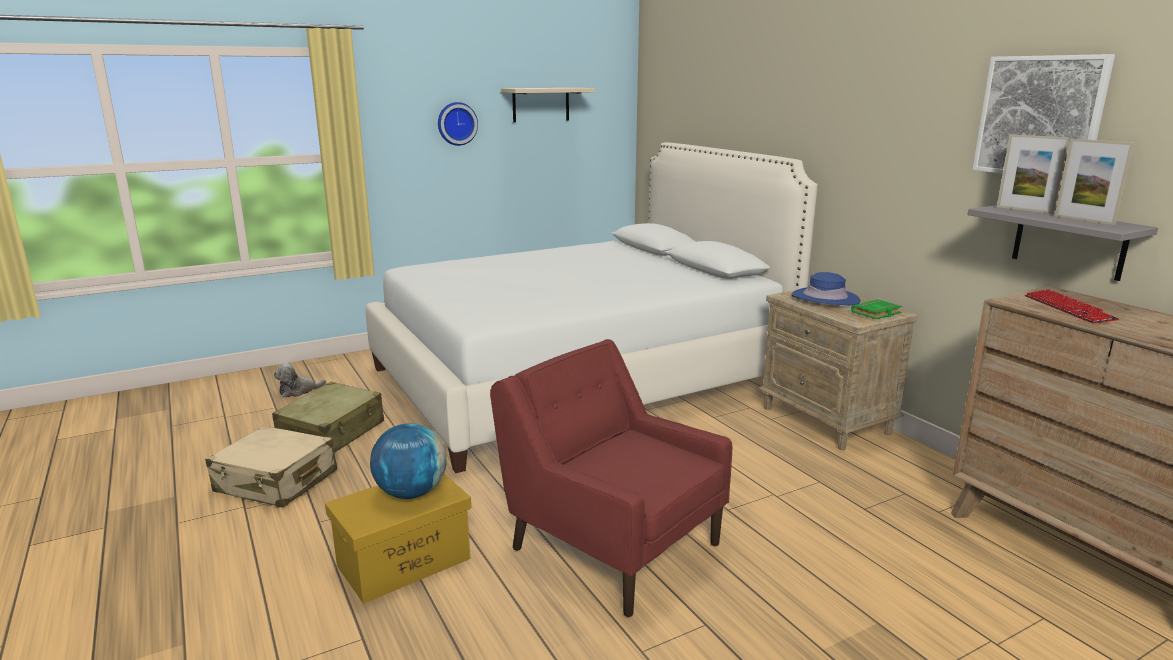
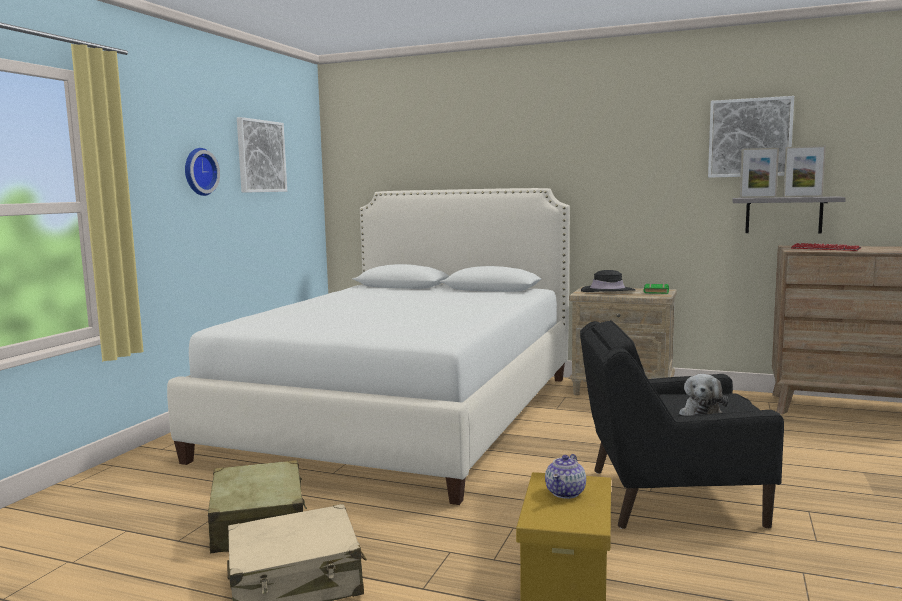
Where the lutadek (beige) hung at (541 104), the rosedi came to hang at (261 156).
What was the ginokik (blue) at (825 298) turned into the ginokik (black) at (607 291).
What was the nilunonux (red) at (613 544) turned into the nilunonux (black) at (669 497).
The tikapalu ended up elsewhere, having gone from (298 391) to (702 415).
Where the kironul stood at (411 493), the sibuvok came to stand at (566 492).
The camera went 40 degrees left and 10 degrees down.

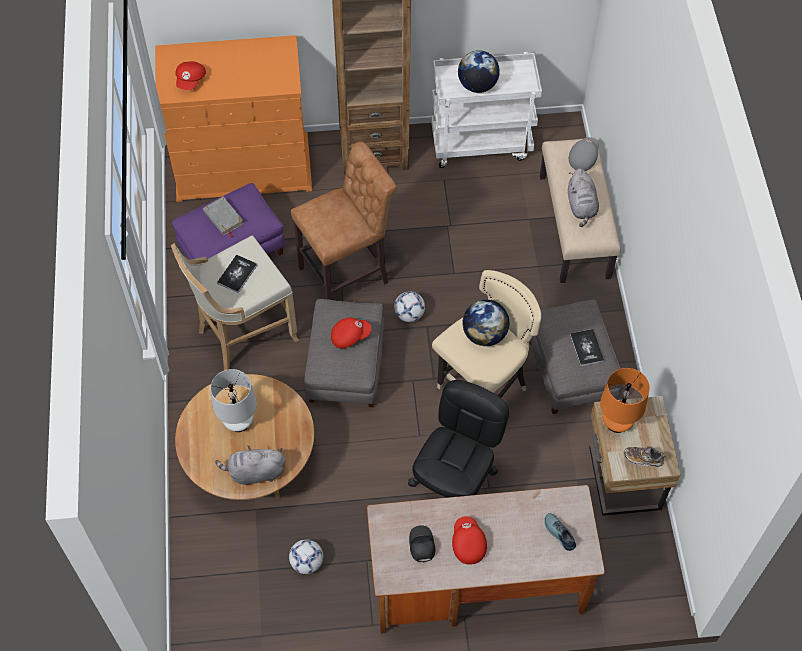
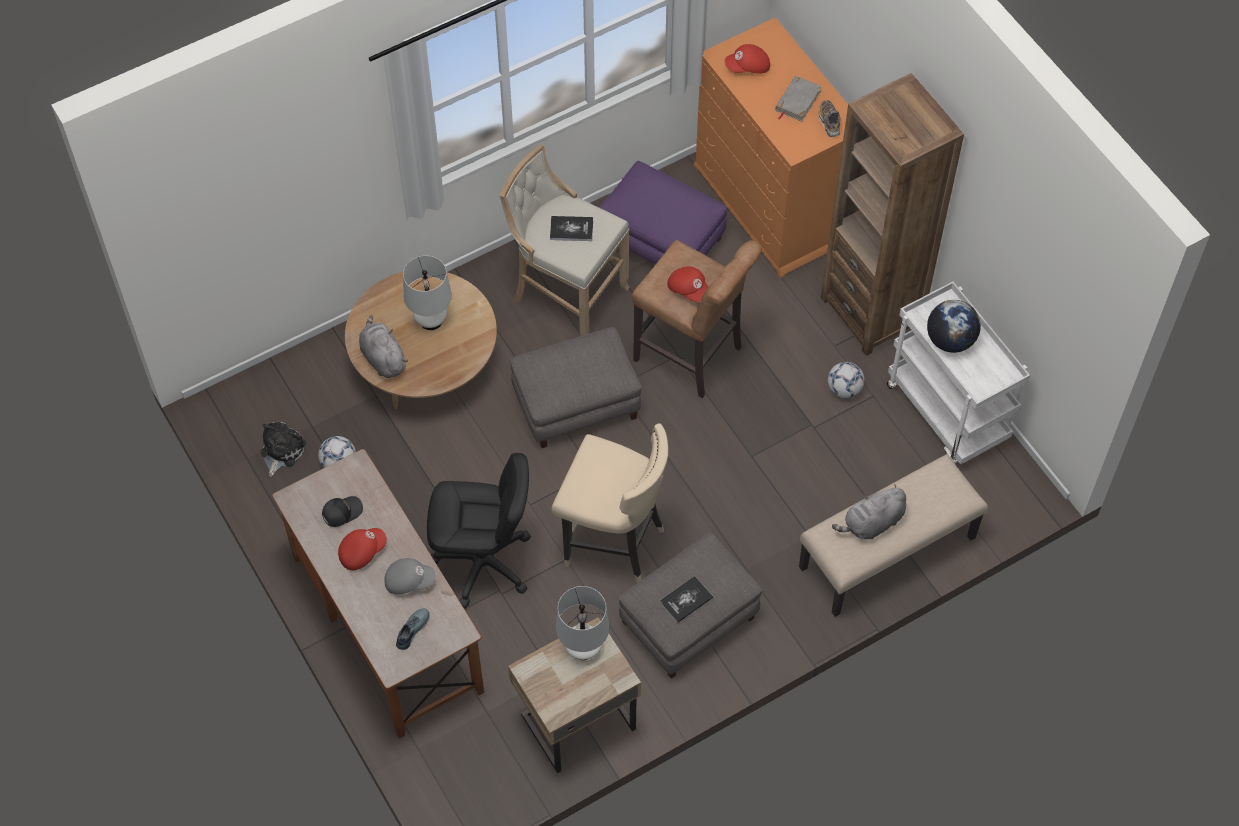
The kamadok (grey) ended up elsewhere, having gone from (583 158) to (409 581).
The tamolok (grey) ended up elsewhere, having gone from (223 218) to (797 101).
The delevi ended up elsewhere, having gone from (409 314) to (844 389).
The second view lost the kironul at (484 334).
The kamadok (red) ended up elsewhere, having gone from (350 336) to (689 289).
What was the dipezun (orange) at (617 422) turned into the dipezun (white) at (583 648).
The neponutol ended up elsewhere, having gone from (643 459) to (829 122).
The second view gained the tikapalu at (281 450).
The camera went 65 degrees right and 0 degrees up.

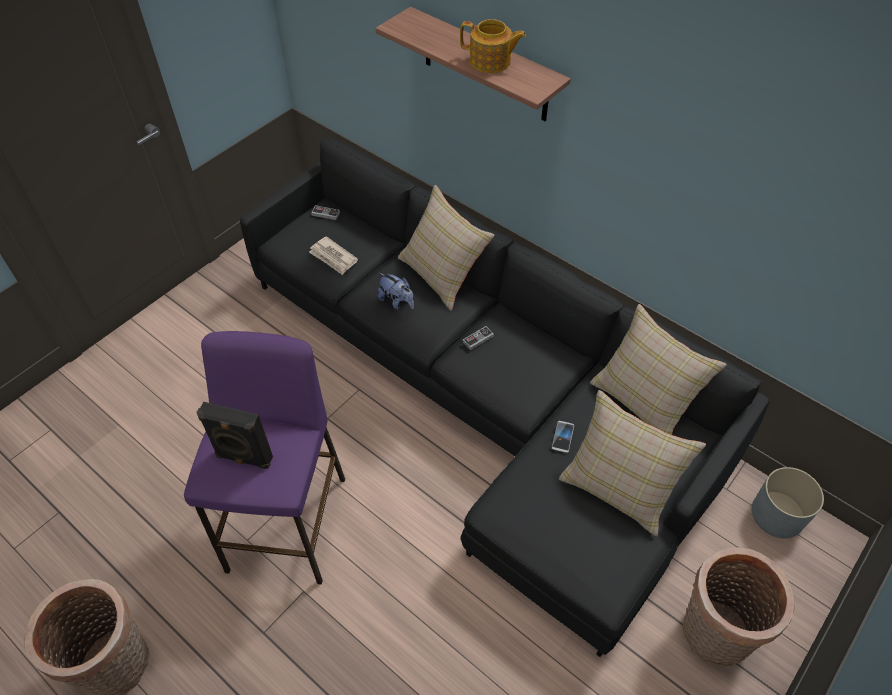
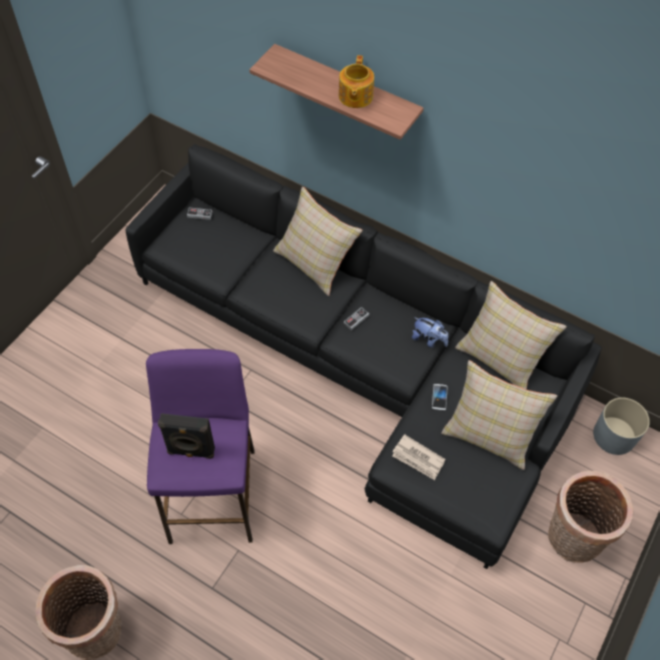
The sibuvok at (491 62) ended up facing another way, 90 degrees clockwise from before.
The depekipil ended up elsewhere, having gone from (333 257) to (418 459).
The tikapalu ended up elsewhere, having gone from (397 302) to (429 340).
The camera went 10 degrees left and 5 degrees up.

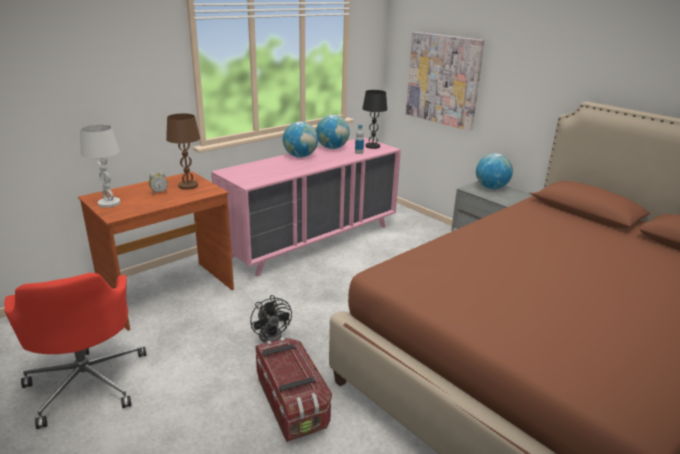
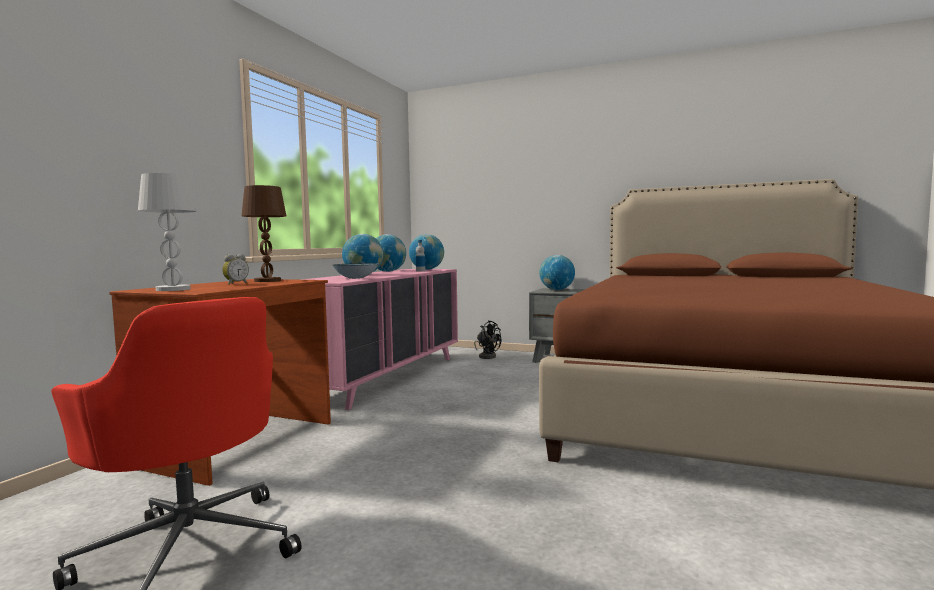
The second view lost the rosedi at (443 80).
Where the dipezun (black) stood at (372 146), the kironul came to stand at (427 269).
The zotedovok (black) ended up elsewhere, having gone from (273 333) to (487 356).
The second view lost the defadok at (291 402).
The second view gained the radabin at (355 278).
The camera went 25 degrees left and 20 degrees down.

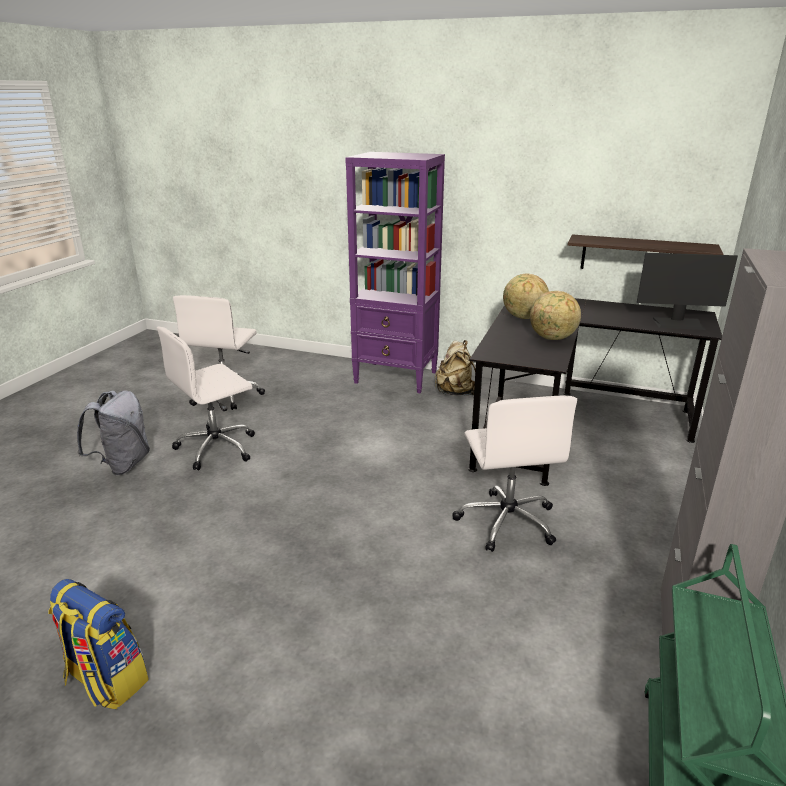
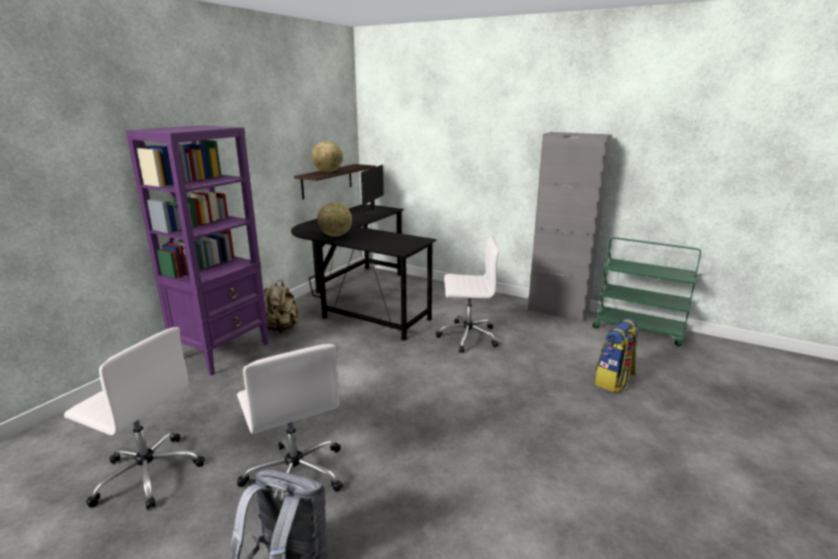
The kironul ended up elsewhere, having gone from (552 338) to (328 172).
The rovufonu ended up elsewhere, having gone from (105 681) to (614 381).
The camera went 80 degrees left and 5 degrees down.

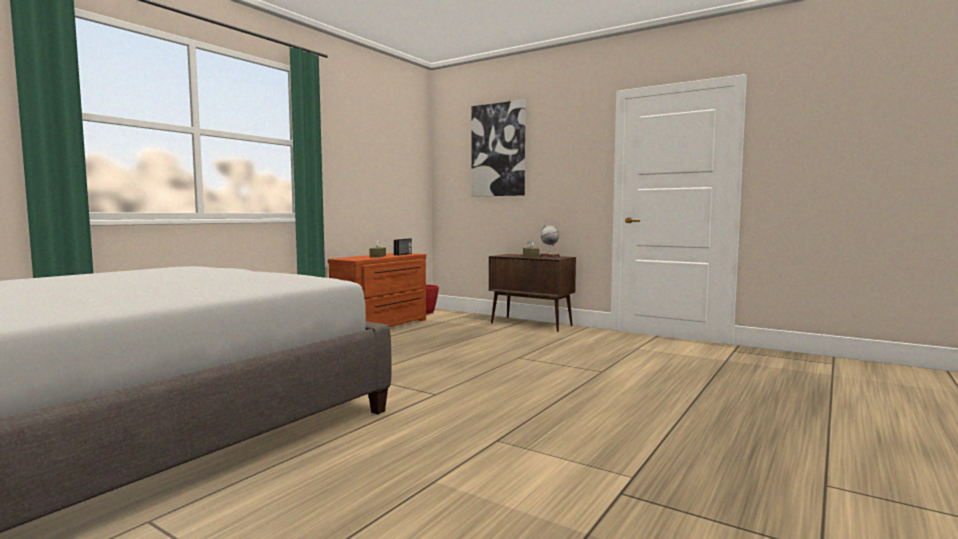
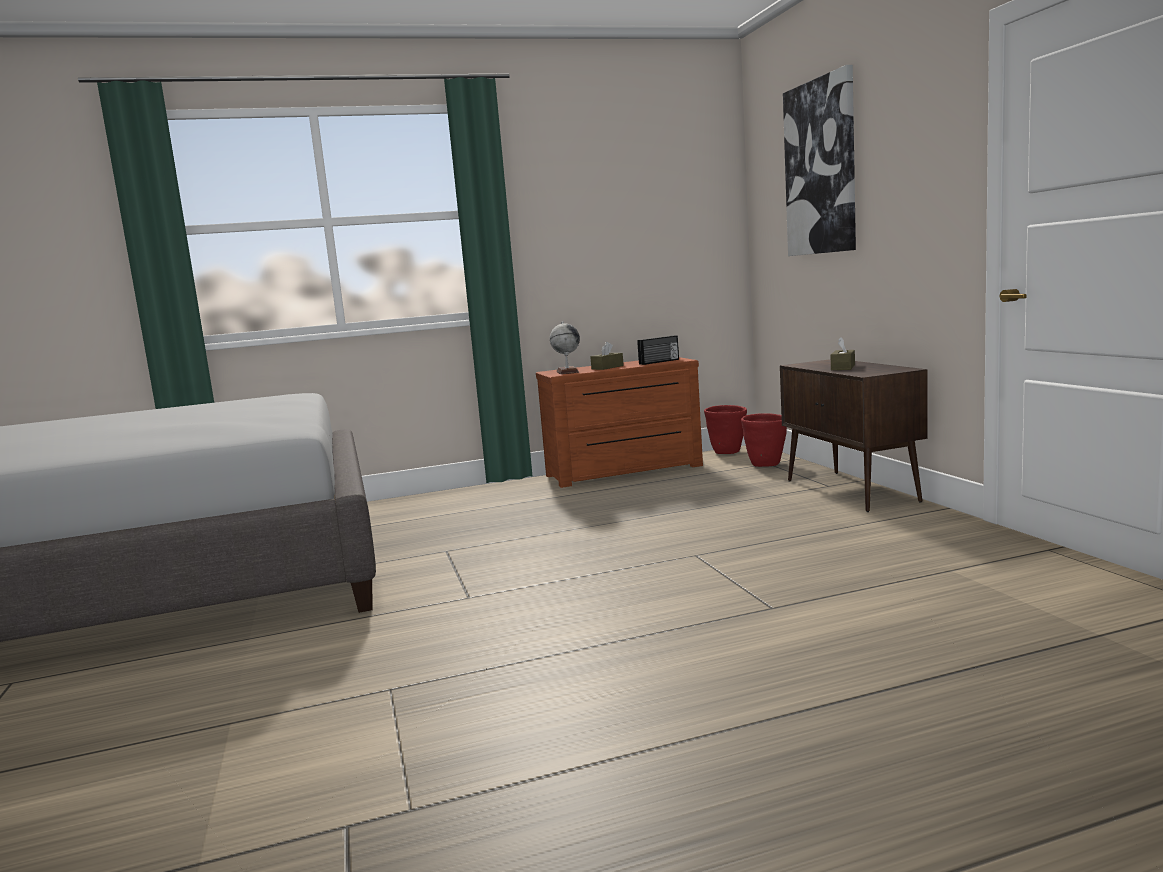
The kironul ended up elsewhere, having gone from (549 256) to (567 372).
The second view gained the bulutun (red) at (766 464).
The camera went 40 degrees right and 5 degrees up.

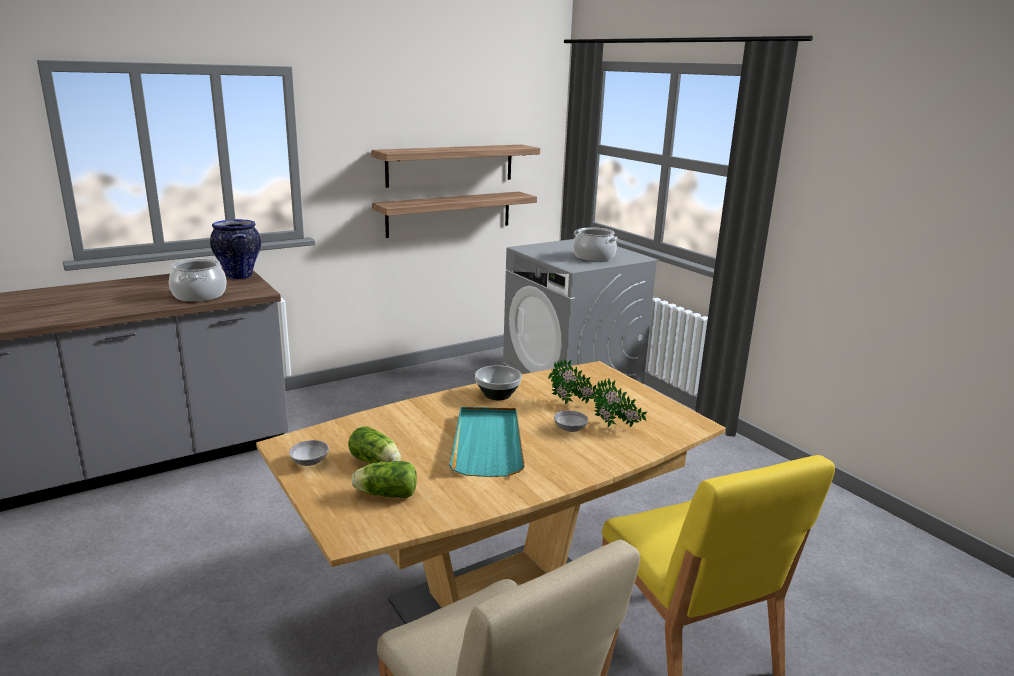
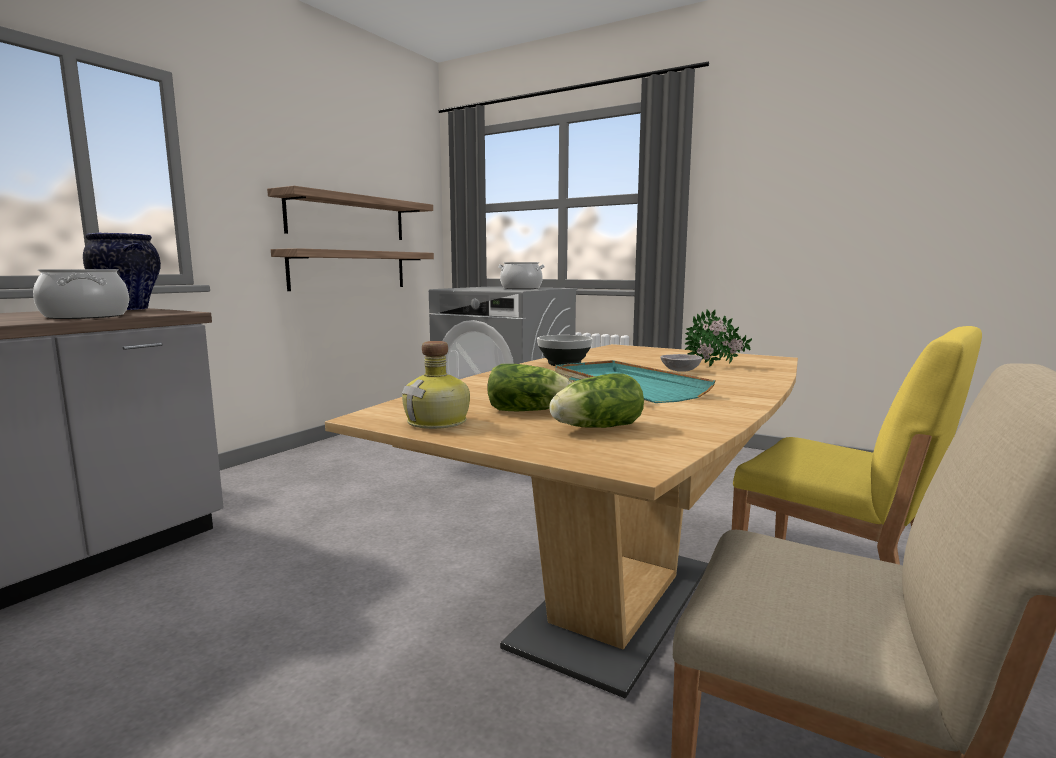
The second view lost the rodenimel at (572 404).
Where the radabin (grey) stood at (310 462), the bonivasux came to stand at (439 422).
The camera went 25 degrees left and 10 degrees down.

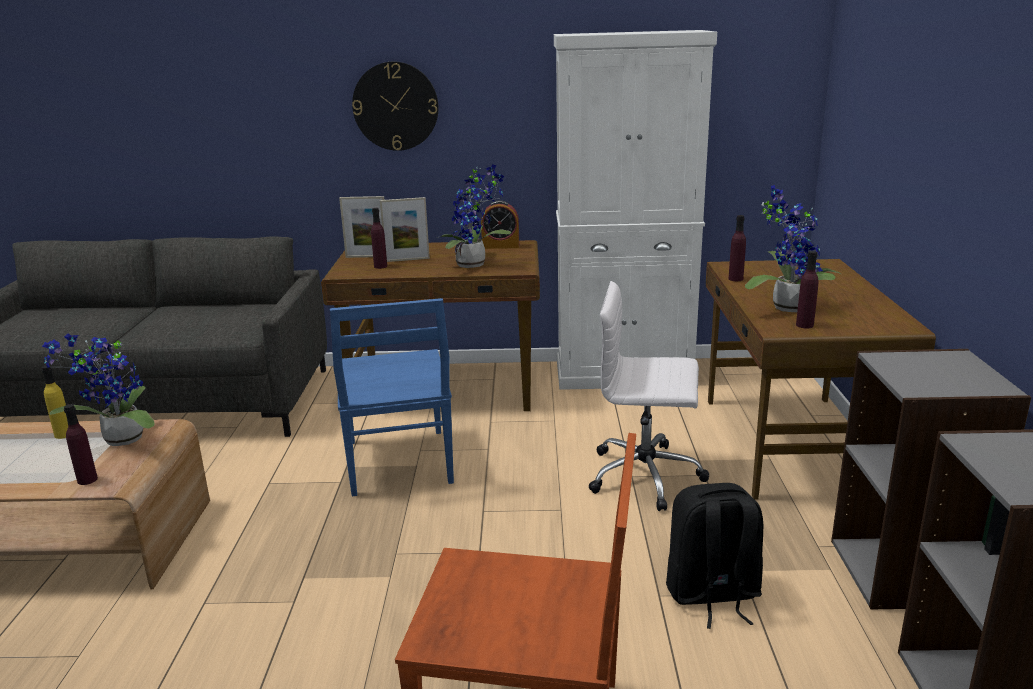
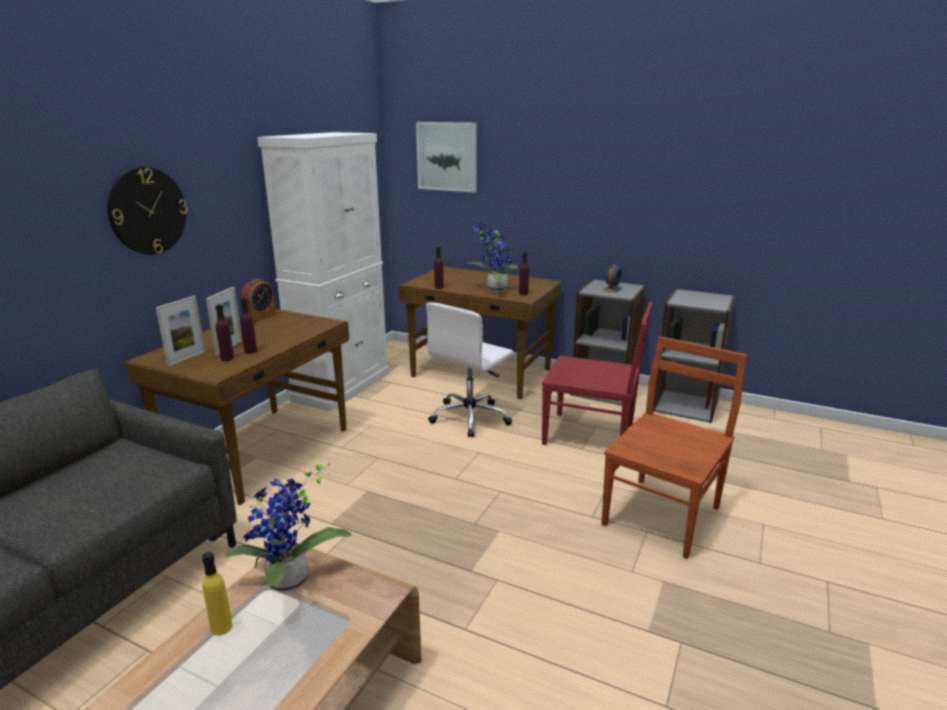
The second view lost the rodenimel at (475 264).
The second view lost the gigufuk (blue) at (399 463).
The bonivasux (purple) ended up elsewhere, having gone from (87 480) to (250 351).
Where the rovufonu (black) stood at (712 595), the gigufuk (red) came to stand at (591 435).
The second view gained the rosedi at (447 156).
The second view gained the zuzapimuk at (612 289).
The camera went 65 degrees left and 0 degrees up.

